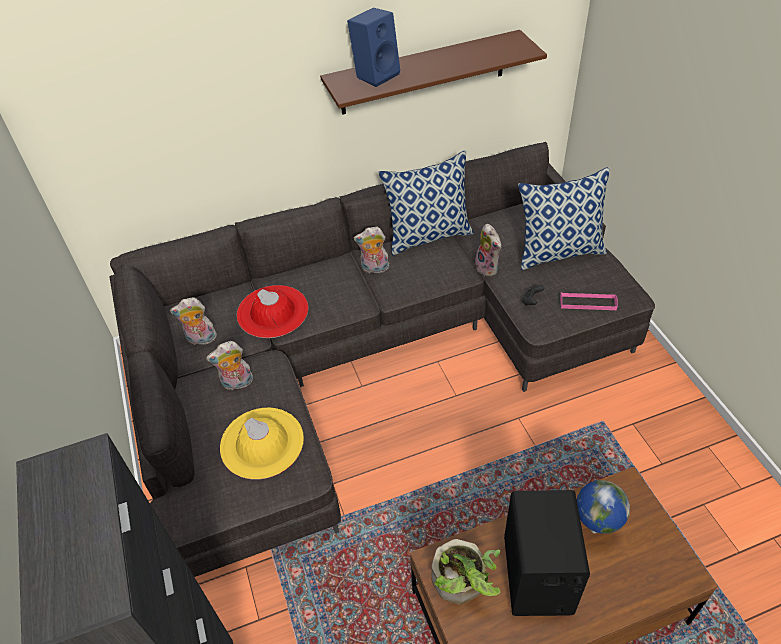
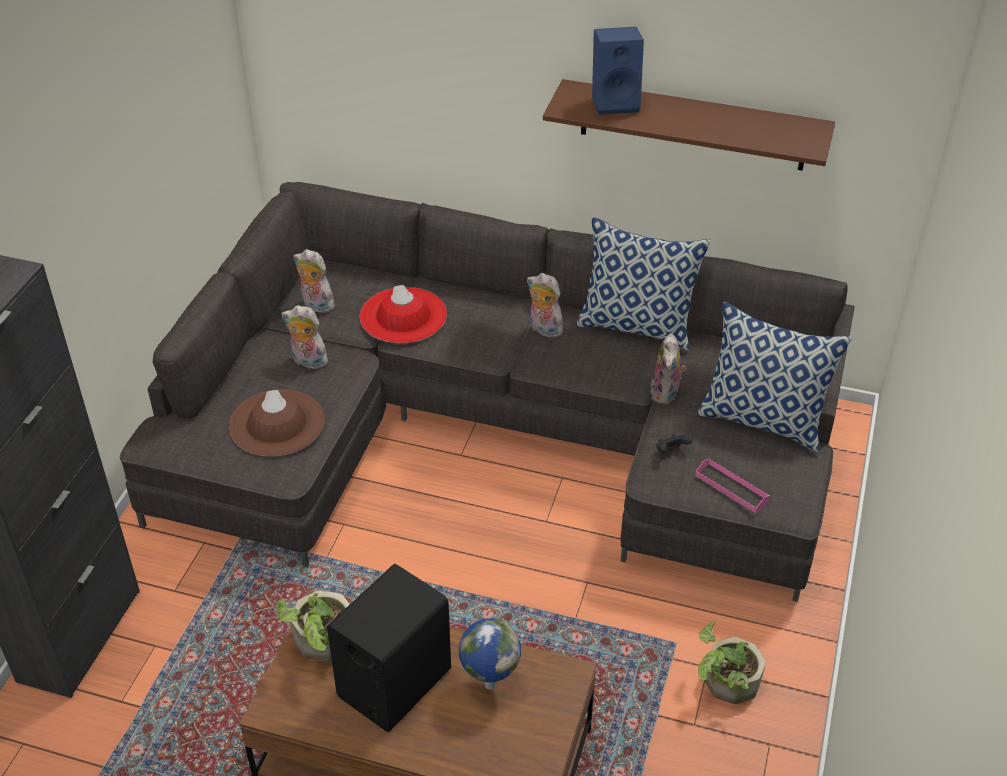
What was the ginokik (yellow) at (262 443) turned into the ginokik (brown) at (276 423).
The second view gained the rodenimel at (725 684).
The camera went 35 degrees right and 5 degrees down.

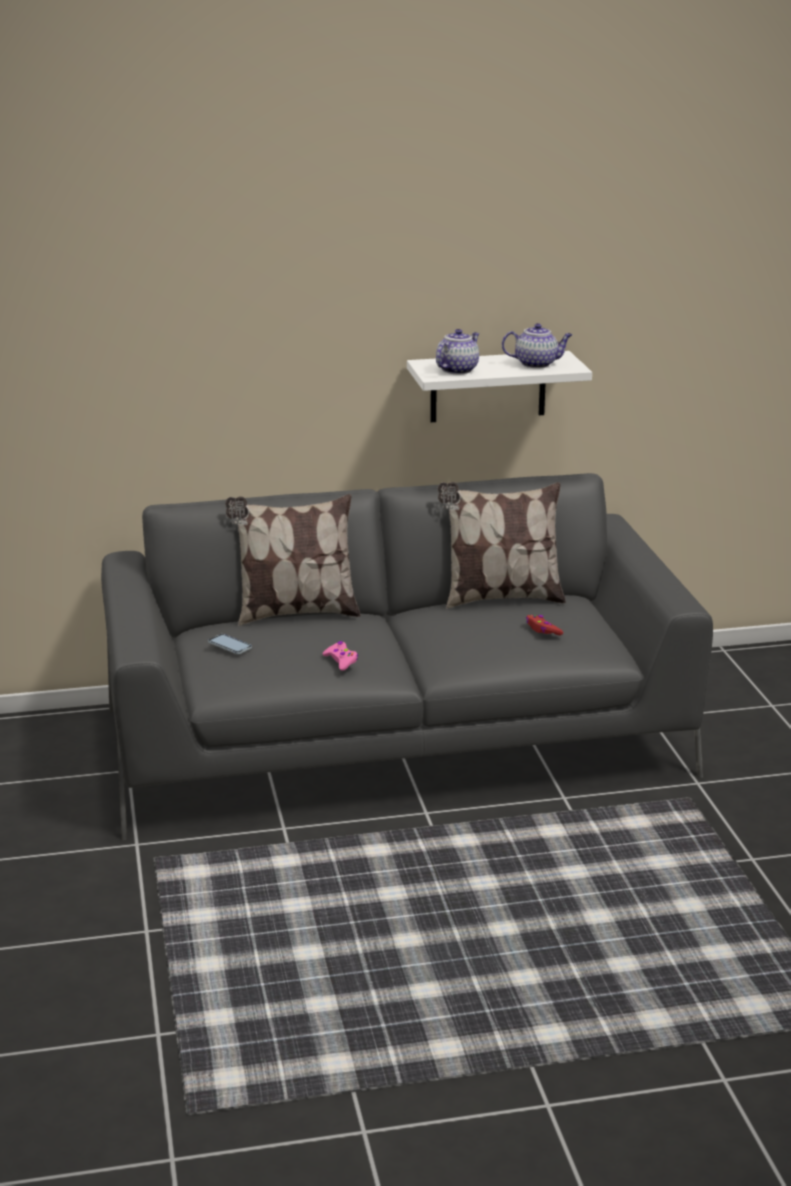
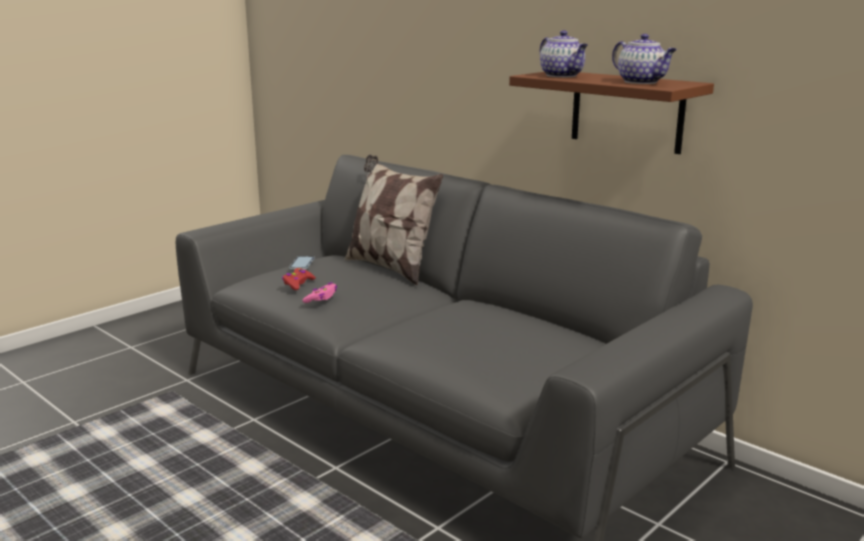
The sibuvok at (457 370) ended up facing another way, 60 degrees clockwise from before.
What was the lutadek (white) at (488 386) turned into the lutadek (brown) at (626 111).
The second view lost the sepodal at (500 598).
The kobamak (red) ended up elsewhere, having gone from (543 630) to (298 283).
The camera went 55 degrees right and 5 degrees down.

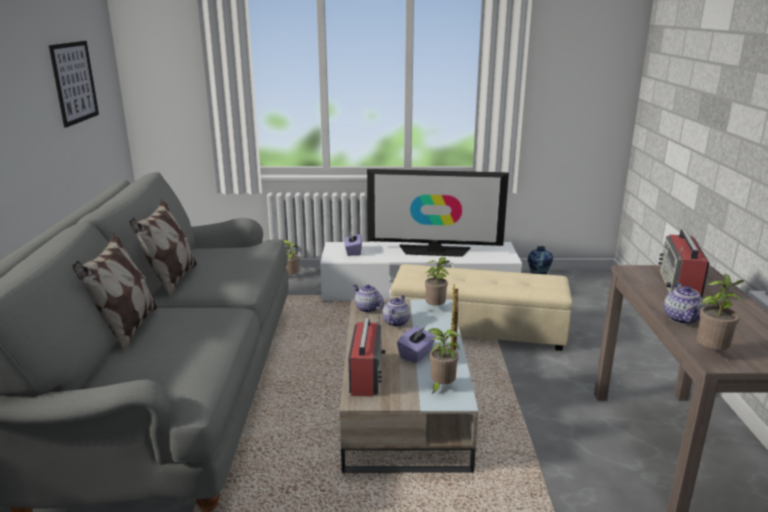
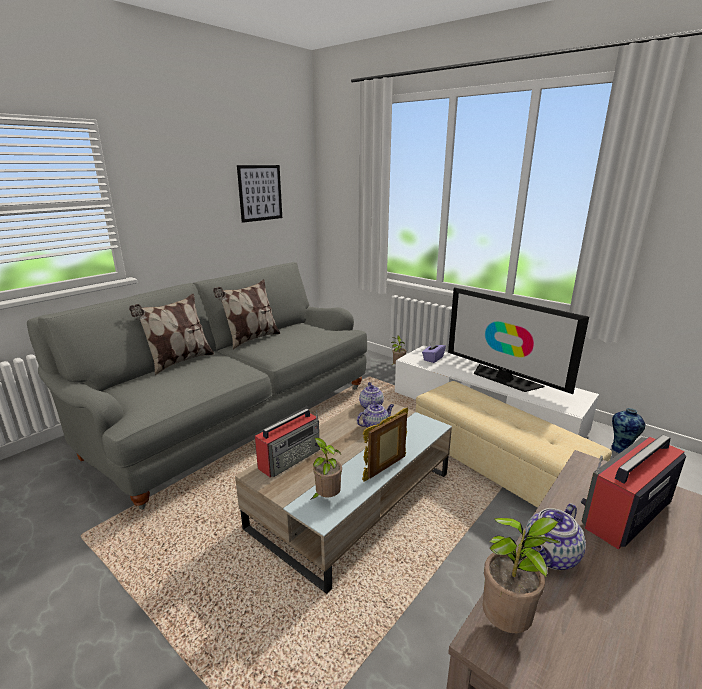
The second view lost the rodenimel at (436 308).
The second view lost the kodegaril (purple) at (416 354).
The camera went 40 degrees right and 0 degrees up.

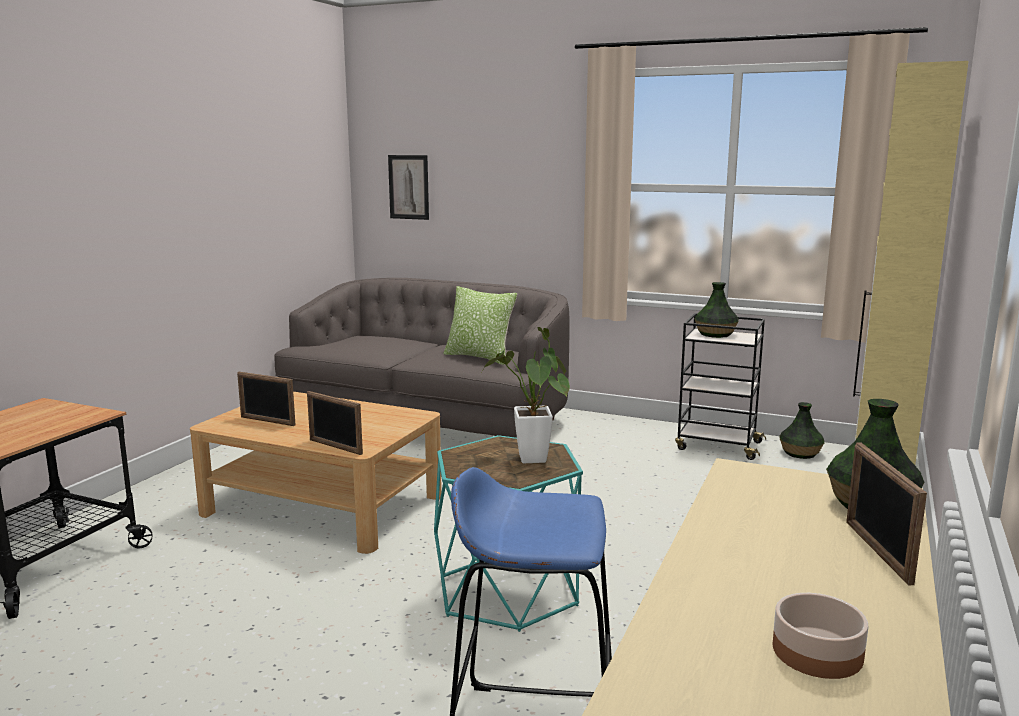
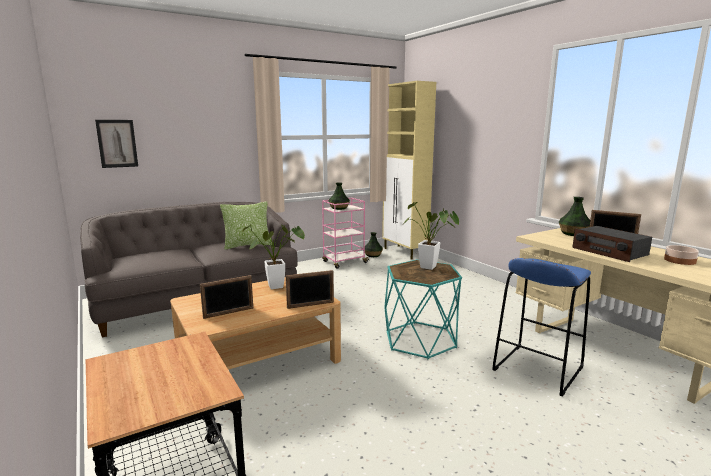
What was the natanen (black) at (717 446) turned into the natanen (pink) at (344 262).
The second view gained the rodenimel at (280 286).
The second view gained the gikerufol at (609 252).
The camera went 55 degrees left and 0 degrees up.

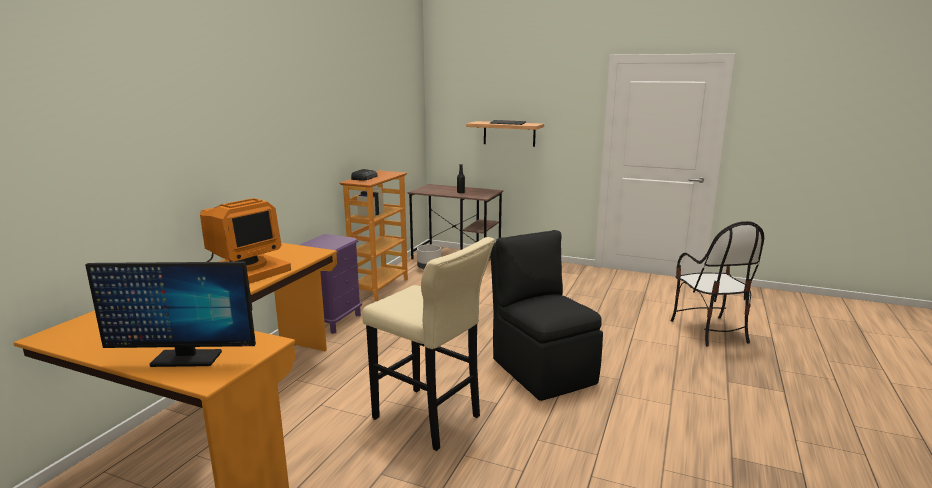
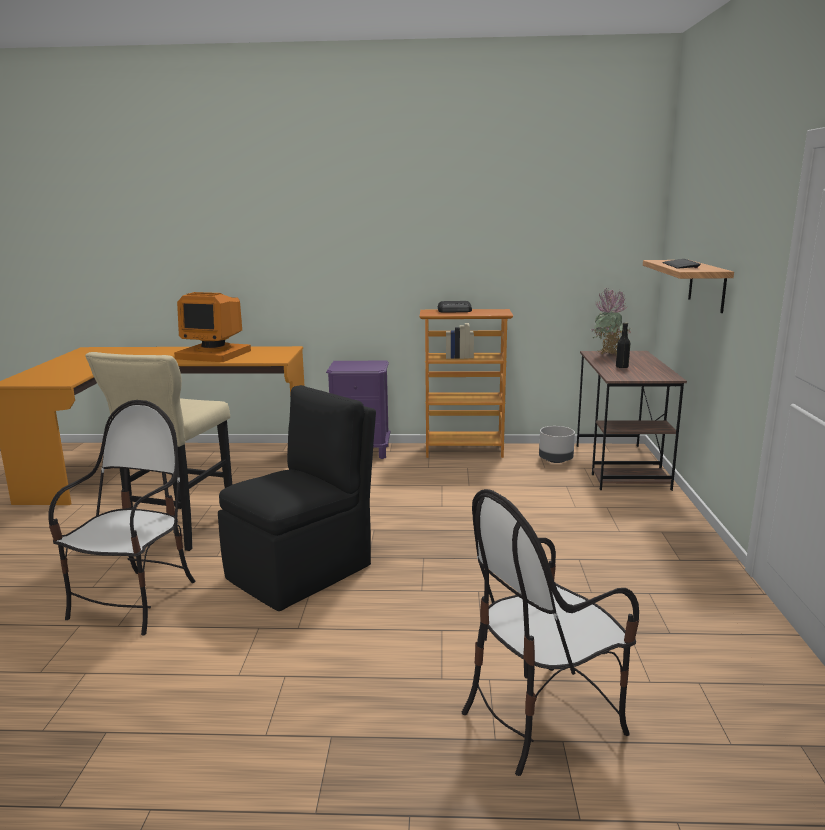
The second view lost the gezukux at (186 358).
The second view gained the rodenimel at (609 355).
The second view gained the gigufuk at (135 602).
The camera went 70 degrees right and 0 degrees up.

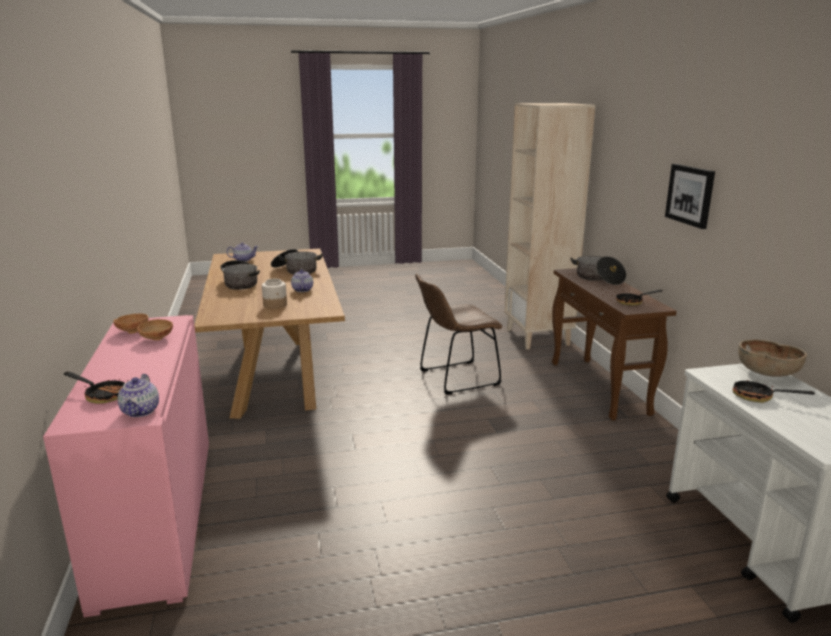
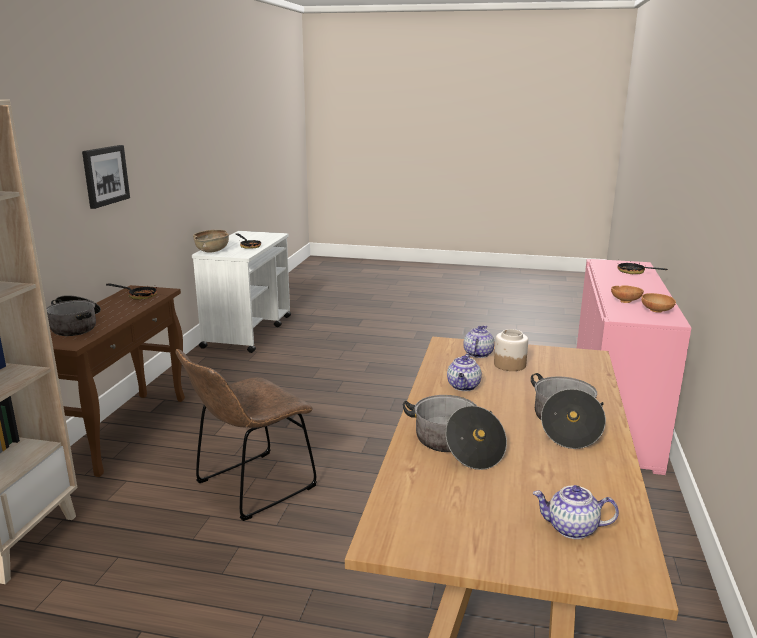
The gigufuk (brown) at (455 378) ended up facing another way, 135 degrees clockwise from before.
The sibuvok ended up elsewhere, having gone from (141 411) to (477 354).
The camera went 155 degrees left and 0 degrees up.

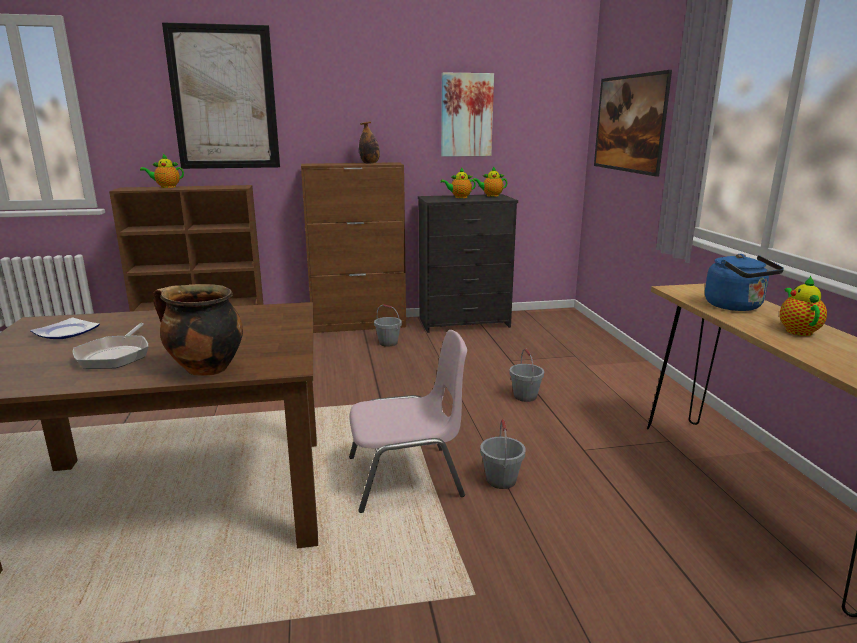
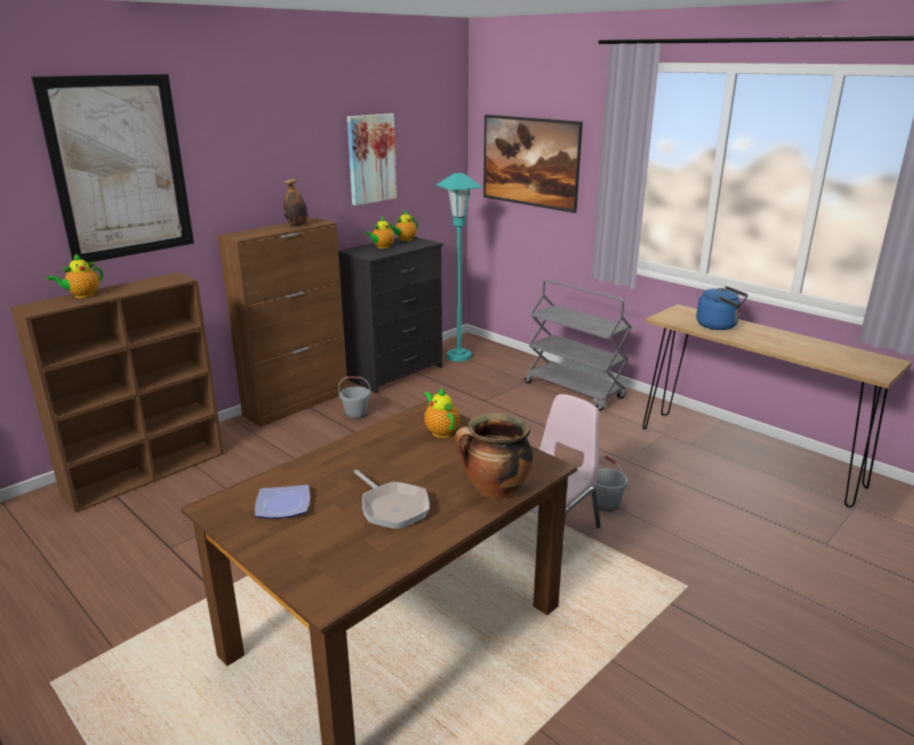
The sibuvok ended up elsewhere, having gone from (797 330) to (440 431).
The second view lost the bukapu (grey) at (525 396).
The second view gained the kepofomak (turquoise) at (459 356).
The second view gained the natanen (grey) at (574 390).
The camera went 35 degrees left and 5 degrees up.

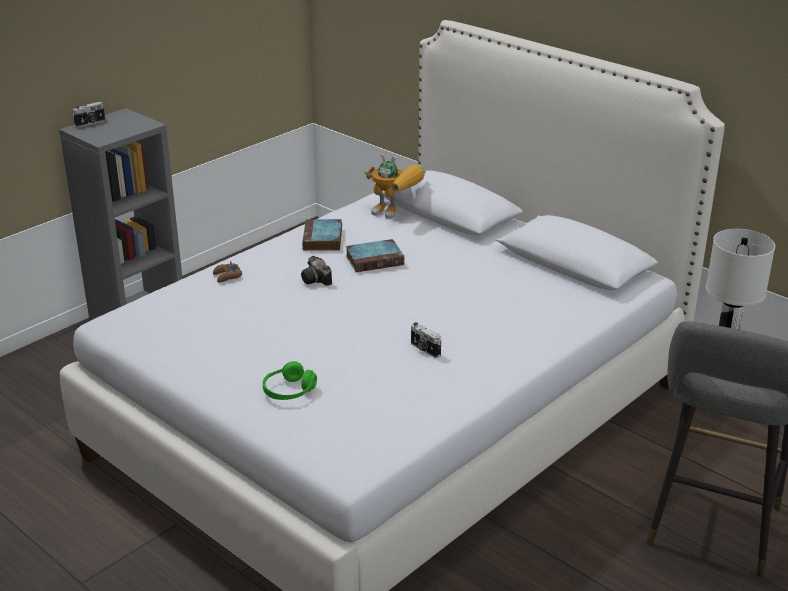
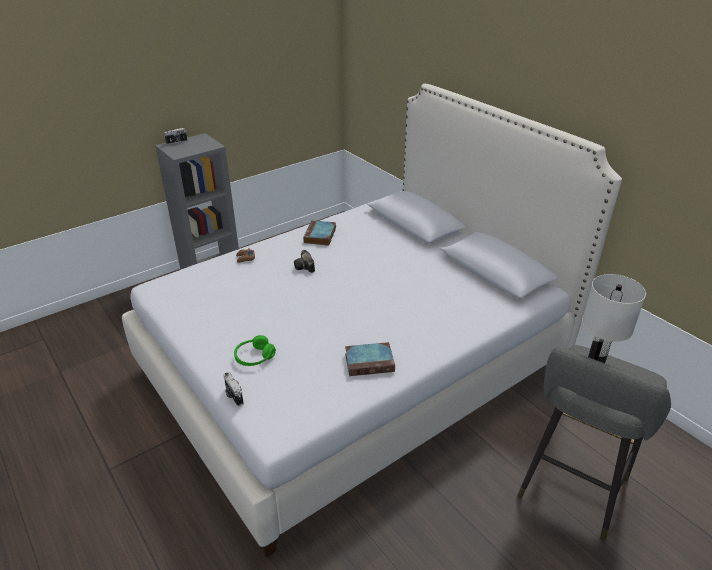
The second view lost the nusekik at (396 213).
The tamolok ended up elsewhere, having gone from (375 260) to (370 362).
The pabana ended up elsewhere, having gone from (424 350) to (233 396).
The camera went 10 degrees right and 5 degrees up.

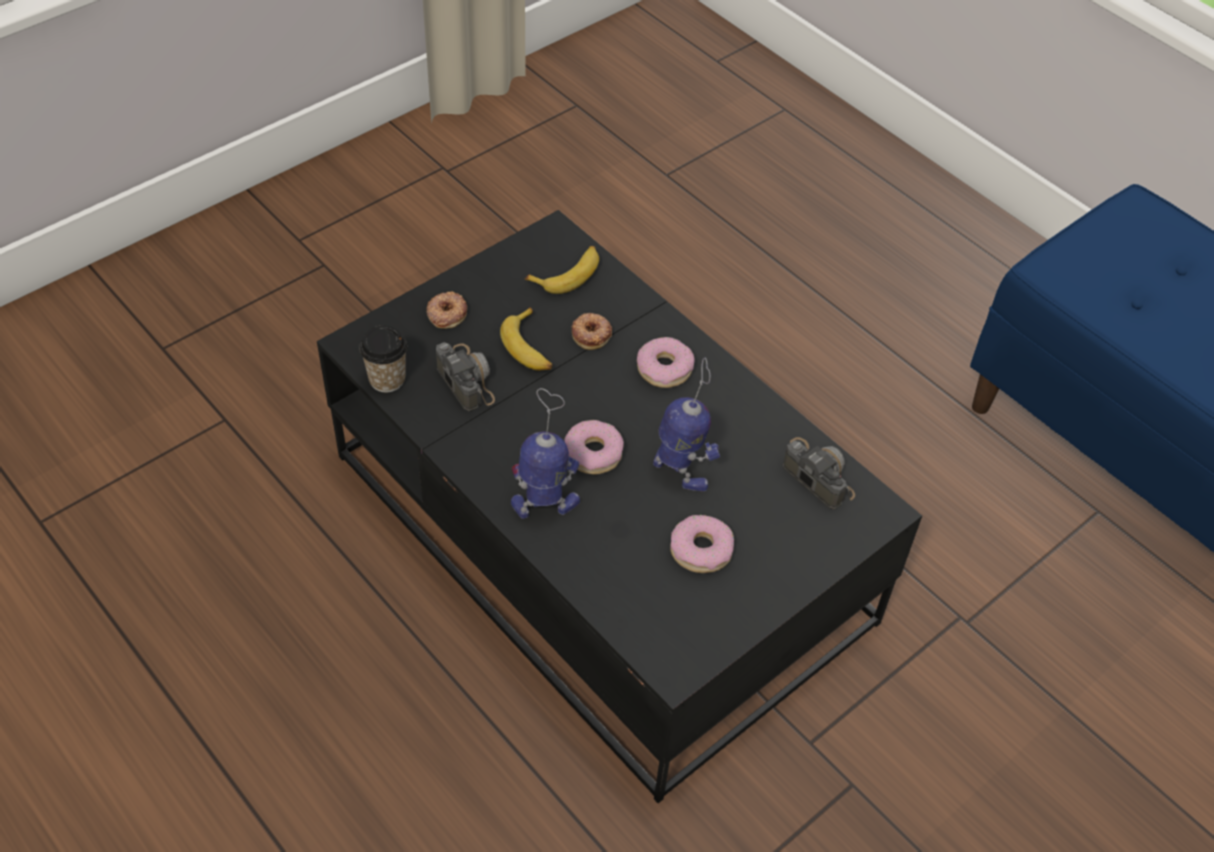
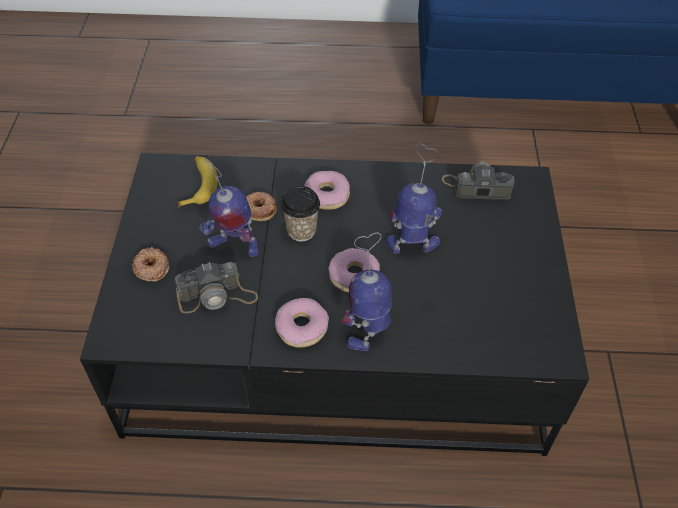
Where the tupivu stood at (529 347), the nusekik came to stand at (233 246).
The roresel ended up elsewhere, having gone from (387 379) to (301 230).
The pabana at (465 377) ended up facing another way, 150 degrees clockwise from before.
The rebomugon ended up elsewhere, having gone from (701 550) to (302 327).
The camera went 45 degrees left and 0 degrees up.

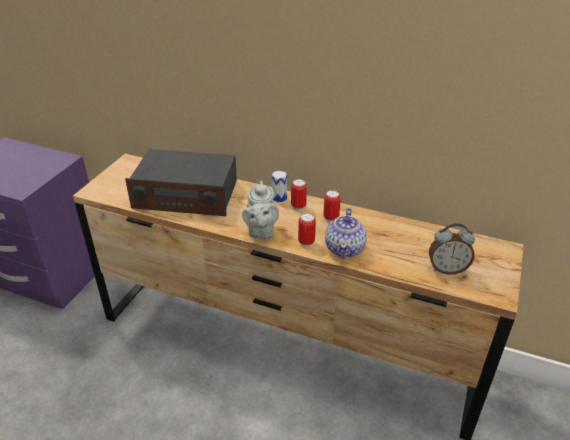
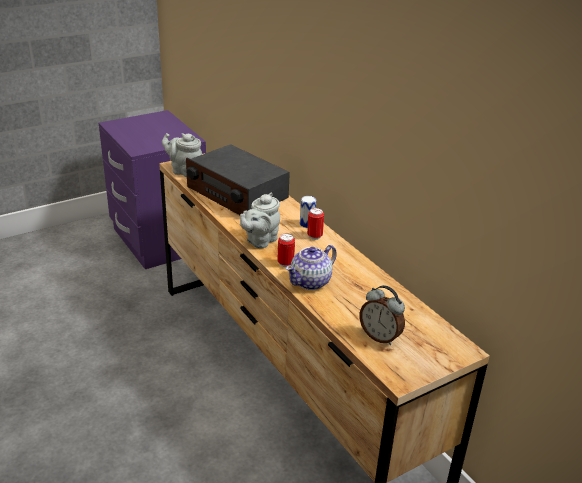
The second view lost the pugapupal at (331 218).
The second view gained the sibuvok (grey) at (184 171).
The camera went 35 degrees right and 5 degrees down.

